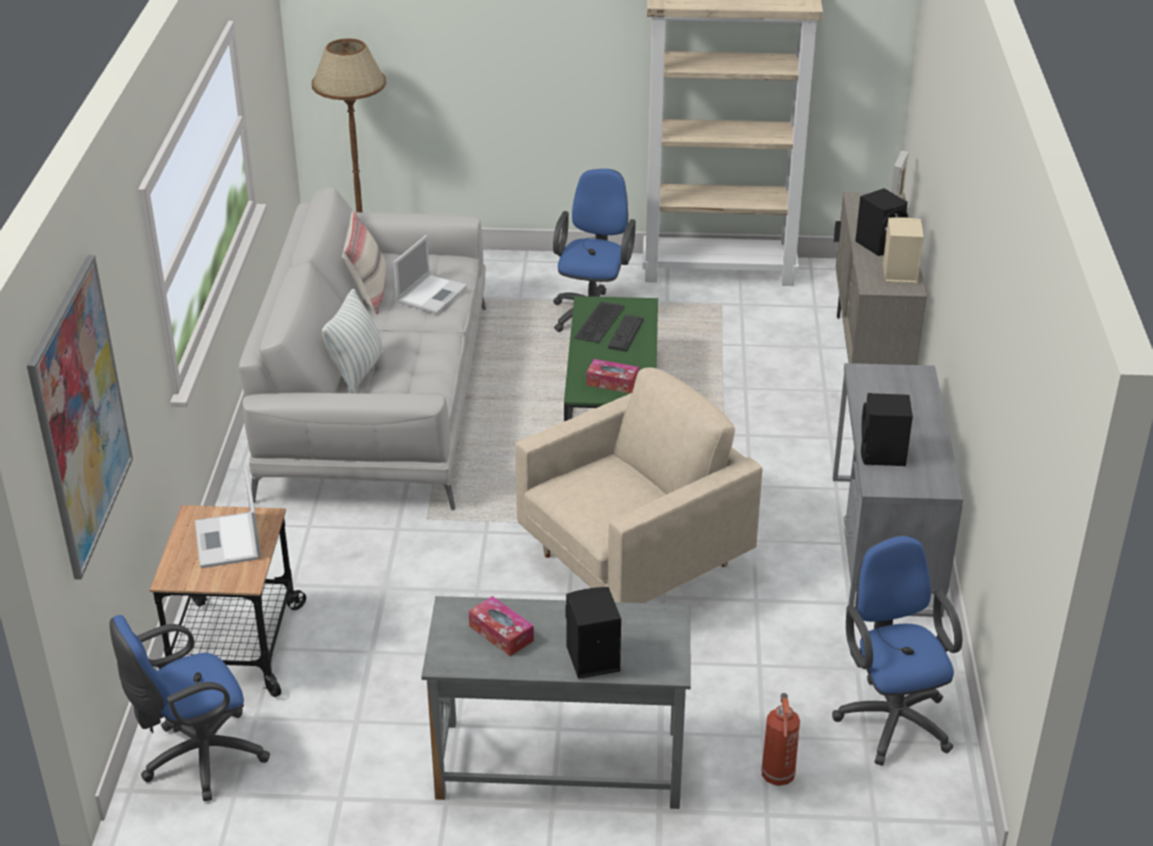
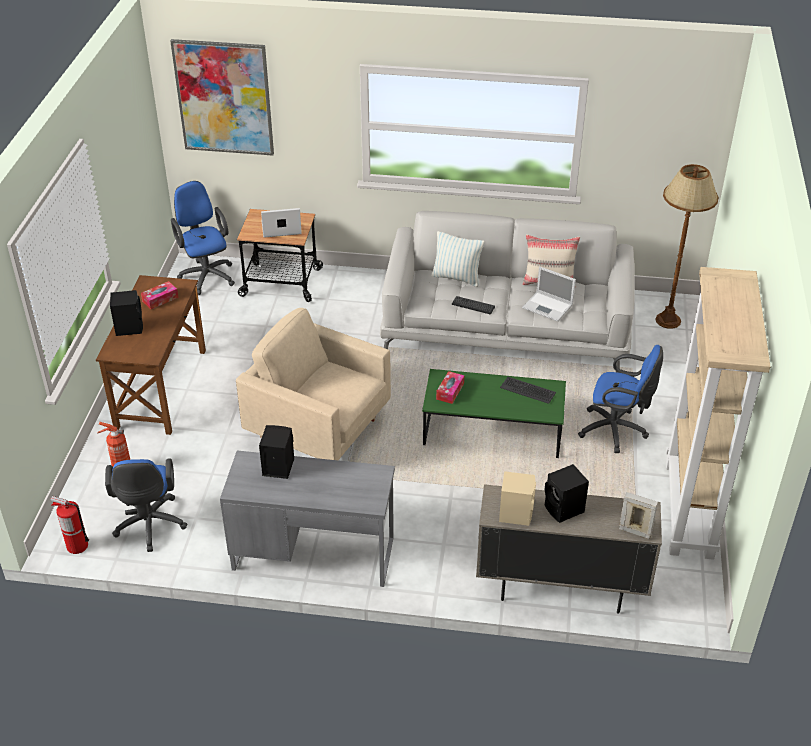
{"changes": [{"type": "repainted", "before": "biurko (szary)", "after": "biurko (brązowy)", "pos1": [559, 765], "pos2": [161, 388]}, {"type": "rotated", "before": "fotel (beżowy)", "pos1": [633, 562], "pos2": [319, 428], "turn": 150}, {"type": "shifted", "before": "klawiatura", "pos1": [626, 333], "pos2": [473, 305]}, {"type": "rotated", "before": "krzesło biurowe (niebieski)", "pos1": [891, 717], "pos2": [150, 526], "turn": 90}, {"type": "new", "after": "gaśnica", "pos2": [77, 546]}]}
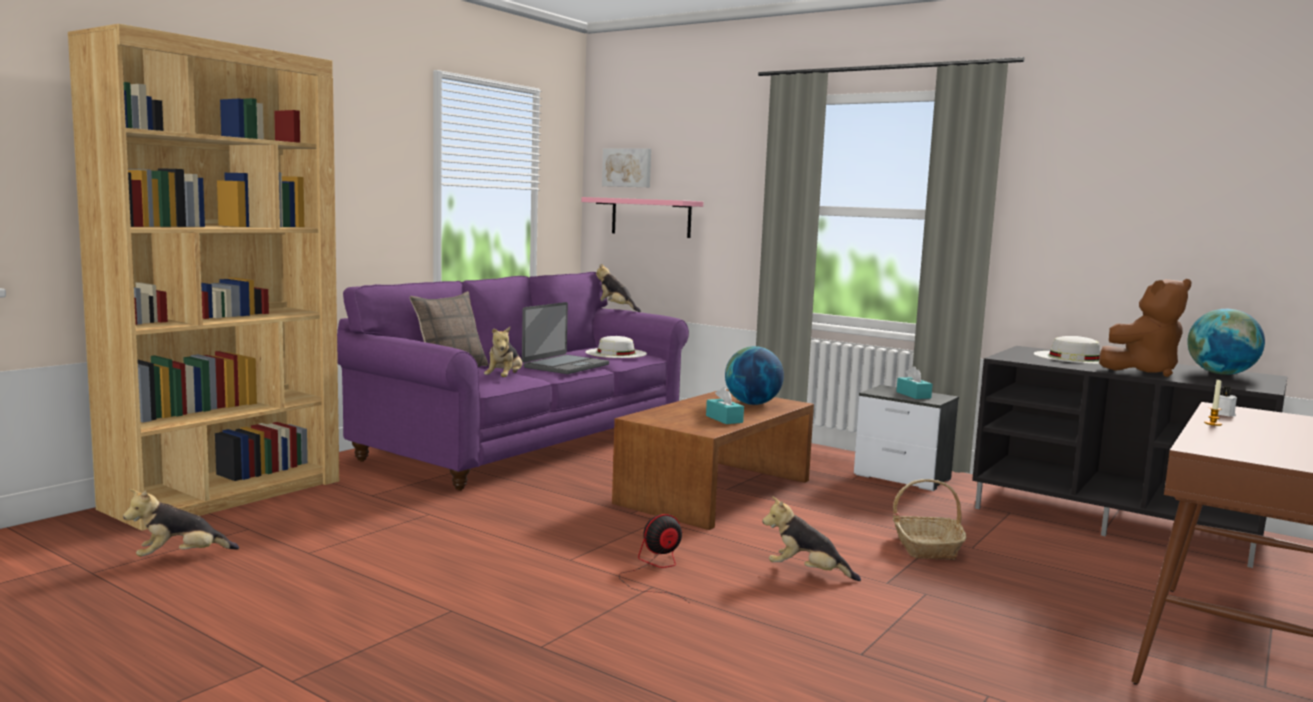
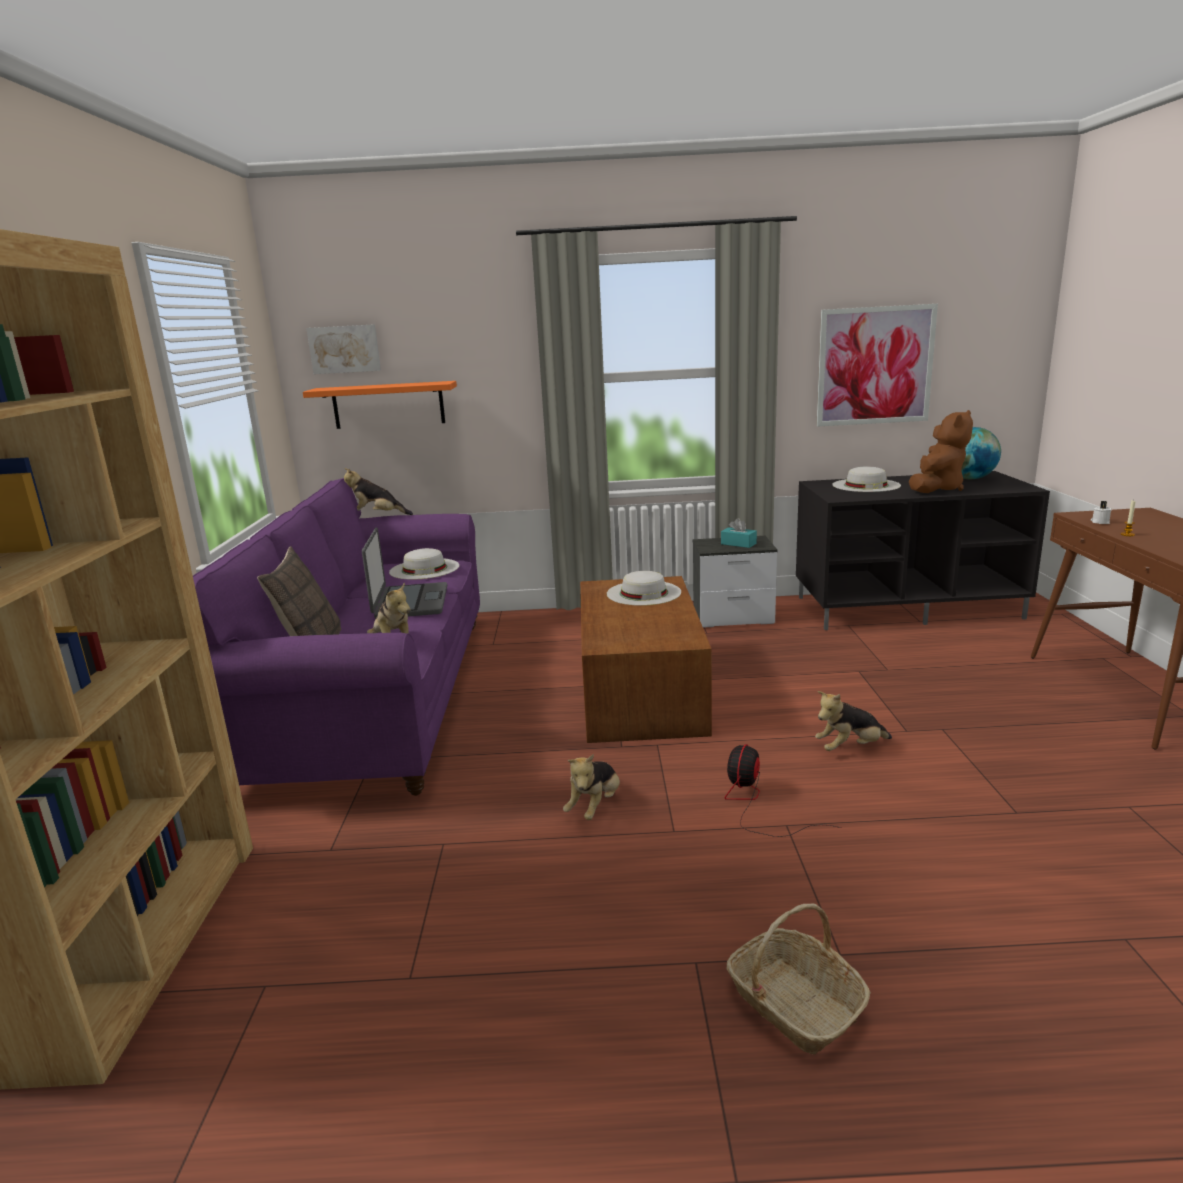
{"changes": [{"type": "shifted", "before": "pluszak", "pos1": [180, 557], "pos2": [595, 806]}, {"type": "repainted", "before": "półka (różowy)", "after": "półka (pomarańczowy)", "pos1": [651, 217], "pos2": [388, 405]}, {"type": "gone", "before": "pudełko chusteczek (turkusowy)", "pos1": [724, 419]}, {"type": "swapped", "before": "globus", "after": "kapelusz (biały)", "pos1": [752, 404], "pos2": [643, 593]}, {"type": "shifted", "before": "koszyk", "pos1": [926, 547], "pos2": [794, 1003]}, {"type": "new", "after": "obraz", "pos2": [875, 366]}]}
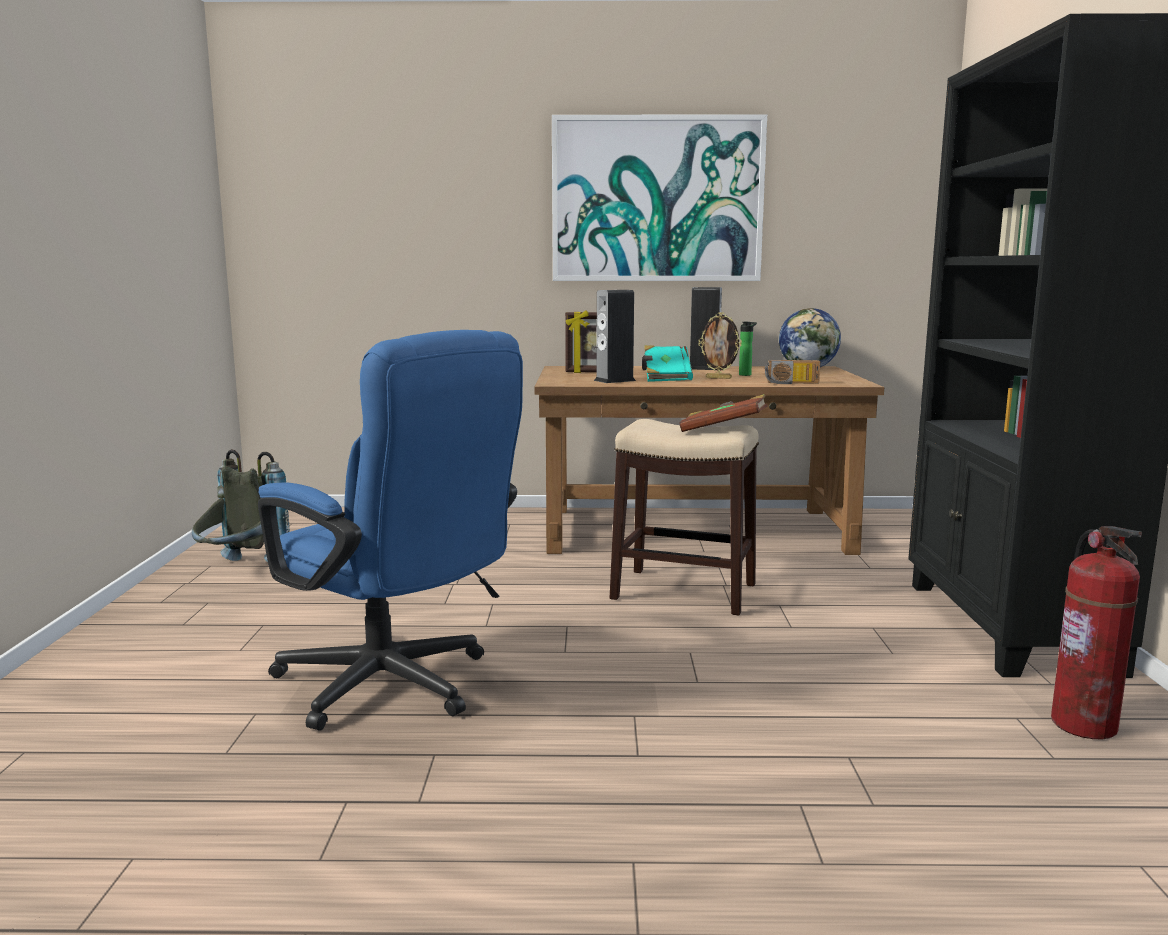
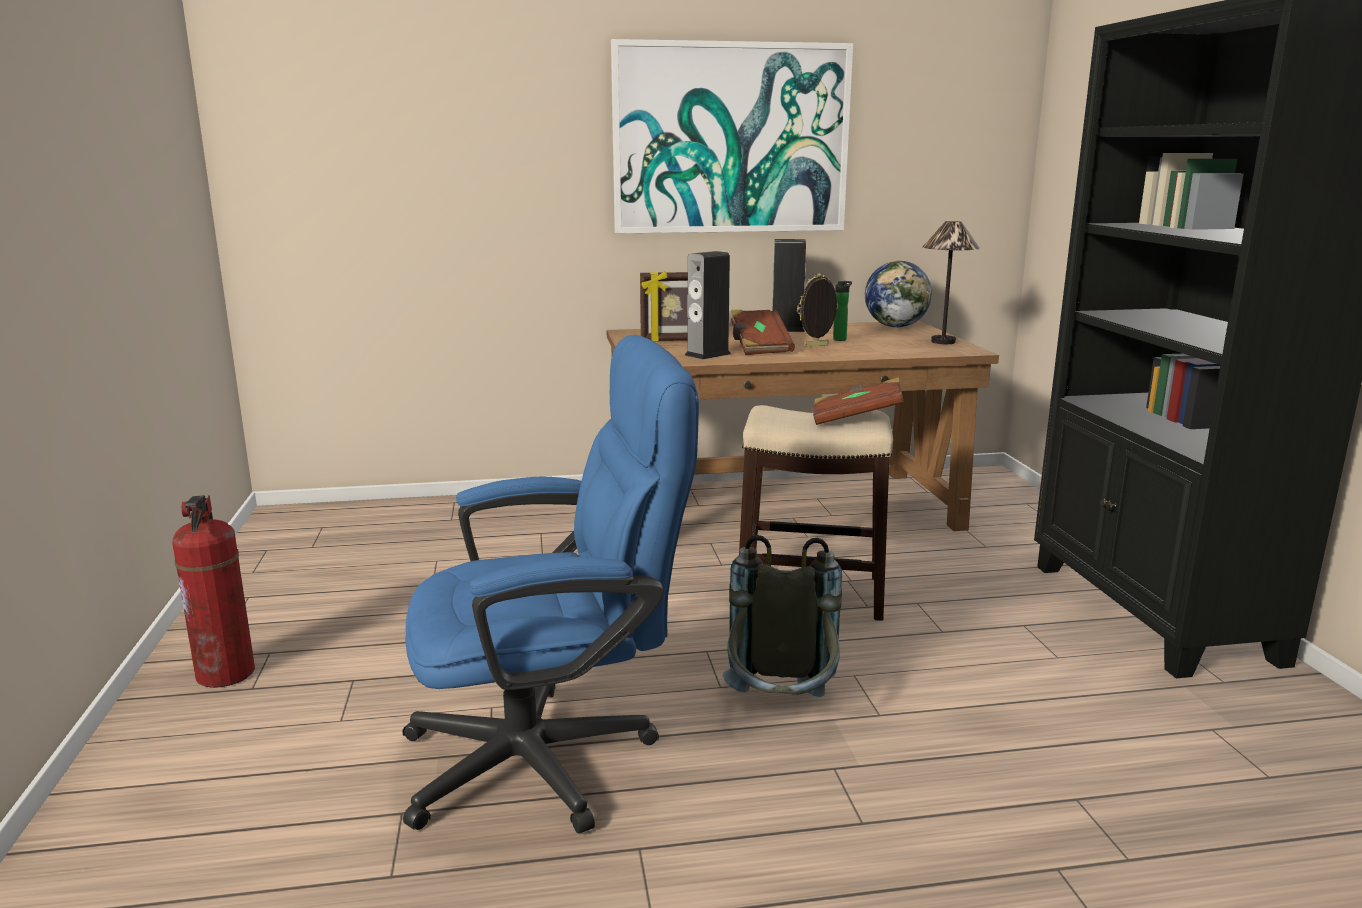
{"changes": [{"type": "shifted", "before": "plecak (szary)", "pos1": [241, 570], "pos2": [781, 711]}, {"type": "rotated", "before": "krzesło biurowe (niebieski)", "pos1": [396, 688], "pos2": [553, 757], "turn": -45}, {"type": "repainted", "before": "książka (turkusowy)", "after": "książka (brązowy)", "pos1": [665, 378], "pos2": [759, 347]}, {"type": "rotated", "before": "ramka na zdjęcie", "pos1": [719, 378], "pos2": [816, 346], "turn": 150}, {"type": "gone", "before": "radio", "pos1": [791, 383]}, {"type": "shifted", "before": "gaśnica", "pos1": [1083, 725], "pos2": [226, 674]}, {"type": "new", "after": "lampa stołowa", "pos2": [942, 342]}]}
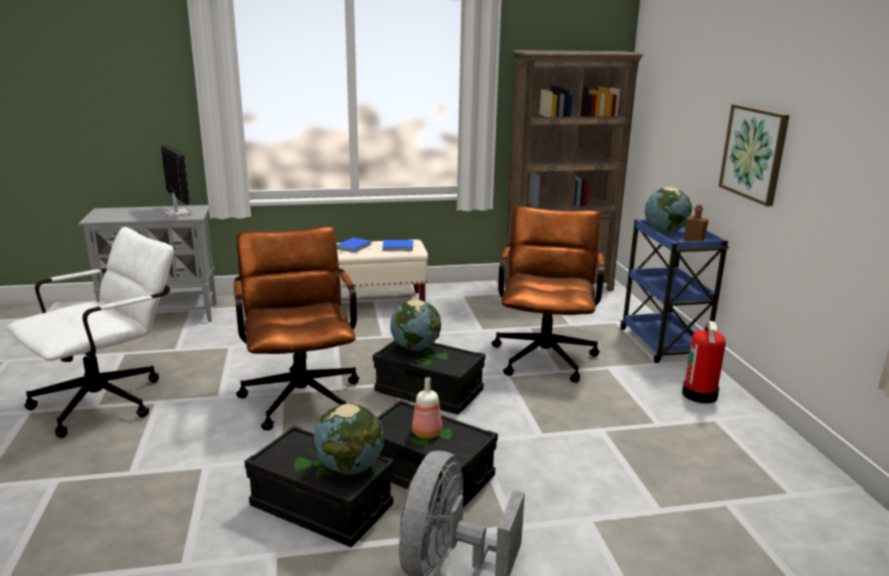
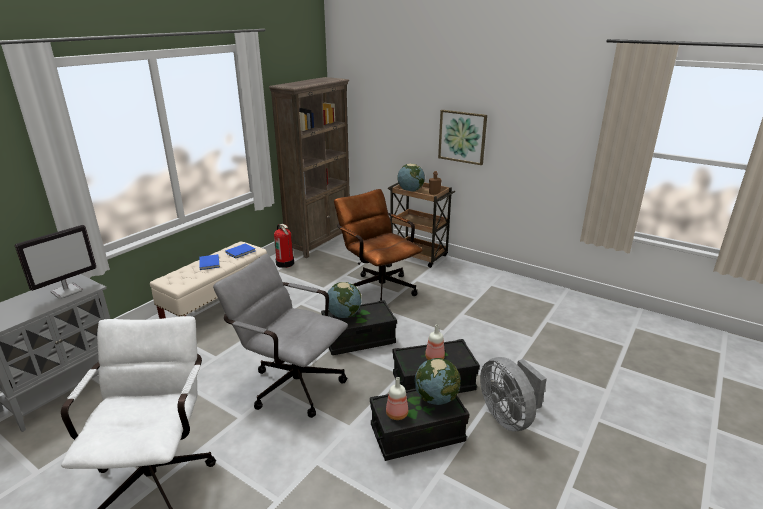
{"changes": [{"type": "rotated", "before": "monitor", "pos1": [177, 213], "pos2": [67, 291], "turn": 120}, {"type": "repainted", "before": "krzesło biurowe (brązowy)", "after": "krzesło biurowe (szary)", "pos1": [301, 393], "pos2": [290, 383]}, {"type": "repainted", "before": "wózek (niebieski)", "after": "wózek (brązowy)", "pos1": [663, 345], "pos2": [418, 256]}, {"type": "shifted", "before": "gaśnica", "pos1": [700, 395], "pos2": [285, 263]}, {"type": "new", "after": "butelka", "pos2": [396, 414]}]}
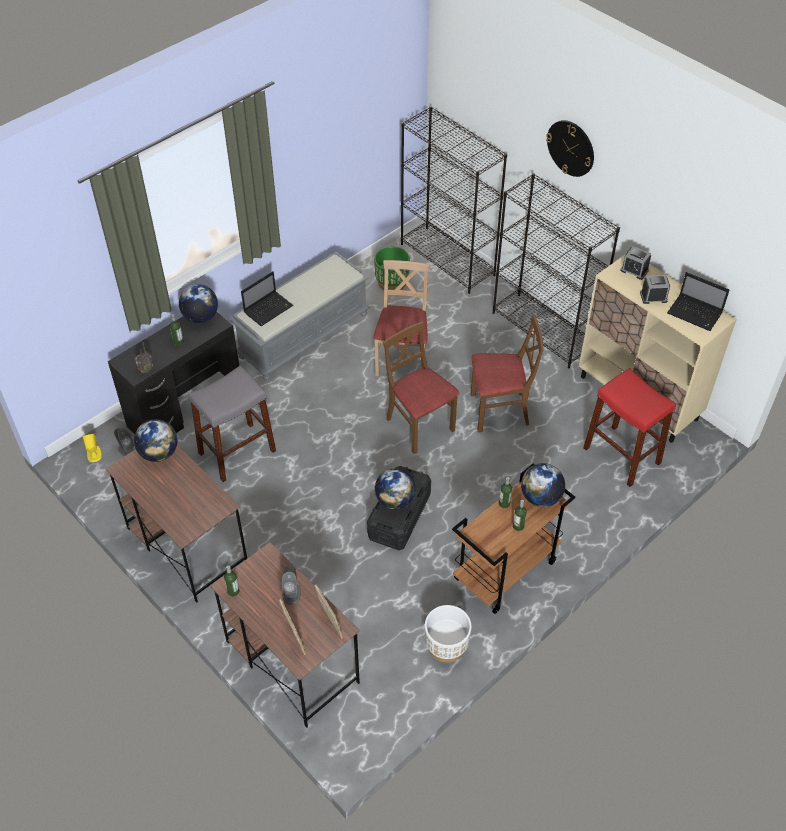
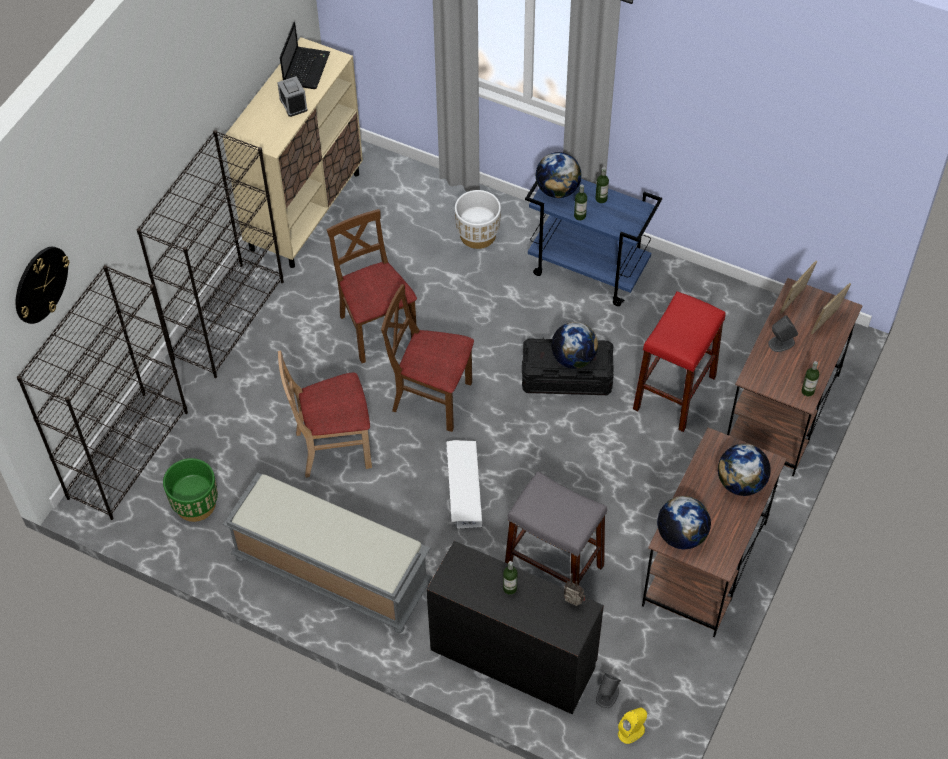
{"changes": [{"type": "shifted", "before": "globus", "pos1": [200, 317], "pos2": [741, 483]}, {"type": "gone", "before": "laptop", "pos1": [269, 309]}, {"type": "rotated", "before": "krzesło (brązowy)", "pos1": [419, 426], "pos2": [432, 398], "turn": 75}, {"type": "shifted", "before": "donica (biały)", "pos1": [446, 646], "pos2": [477, 235]}, {"type": "repainted", "before": "wózek (brązowy)", "after": "wózek (niebieski)", "pos1": [505, 572], "pos2": [589, 270]}, {"type": "shifted", "before": "zegar ścienny", "pos1": [571, 148], "pos2": [40, 284]}, {"type": "shifted", "before": "stołek (czerwony)", "pos1": [622, 455], "pos2": [674, 392]}, {"type": "gone", "before": "budzik", "pos1": [634, 270]}, {"type": "new", "after": "pojemnik do przechowywania (biały)", "pos2": [463, 487]}]}
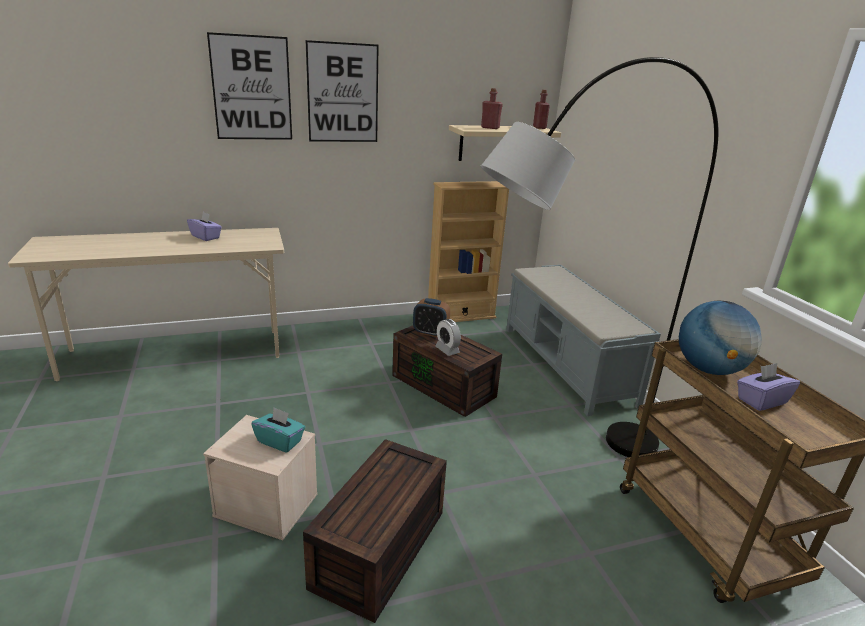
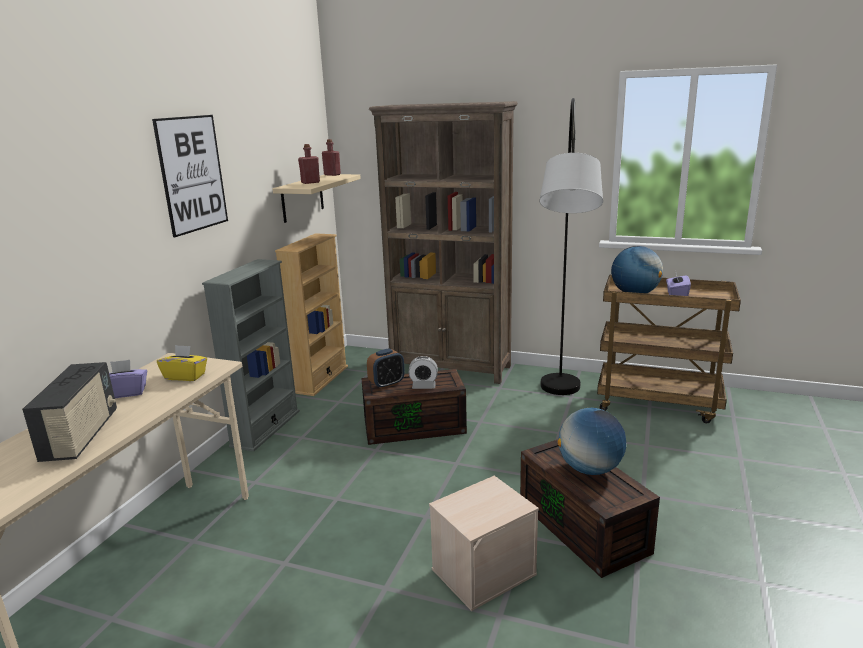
{"changes": [{"type": "gone", "before": "obraz", "pos1": [251, 88]}, {"type": "gone", "before": "pudełko chusteczek (turkusowy)", "pos1": [280, 441]}, {"type": "swapped", "before": "ławka (szary)", "after": "regał (brązowy)", "pos1": [567, 365], "pos2": [451, 368]}, {"type": "new", "after": "radio", "pos2": [82, 436]}, {"type": "new", "after": "pudełko chusteczek (żółty)", "pos2": [185, 376]}, {"type": "new", "after": "regał (szary)", "pos2": [265, 428]}, {"type": "new", "after": "globus", "pos2": [590, 469]}]}
